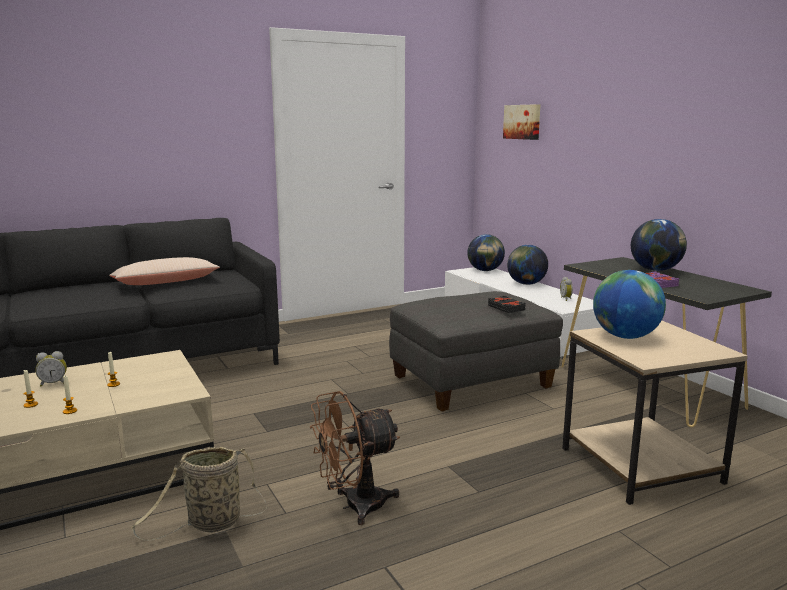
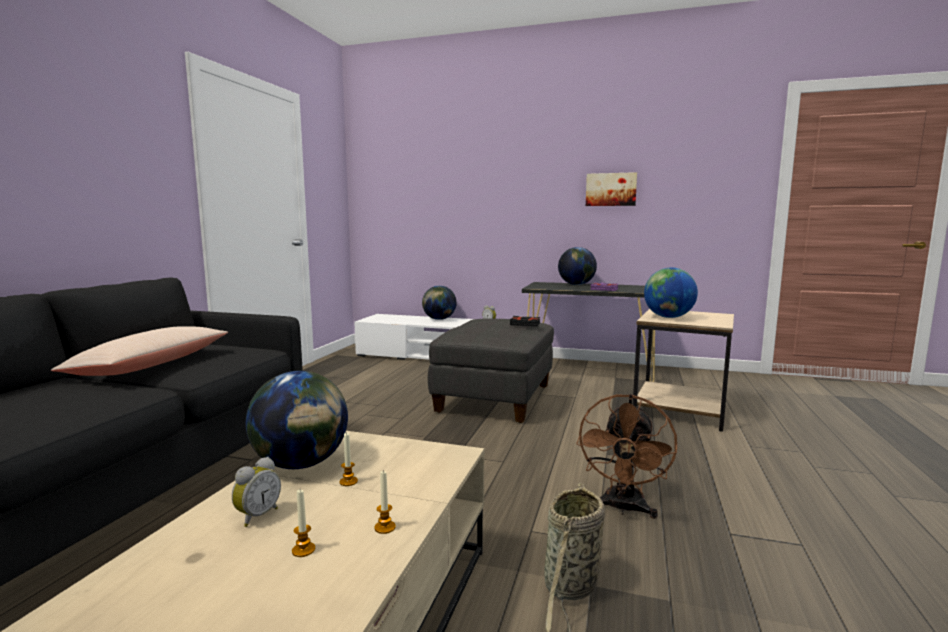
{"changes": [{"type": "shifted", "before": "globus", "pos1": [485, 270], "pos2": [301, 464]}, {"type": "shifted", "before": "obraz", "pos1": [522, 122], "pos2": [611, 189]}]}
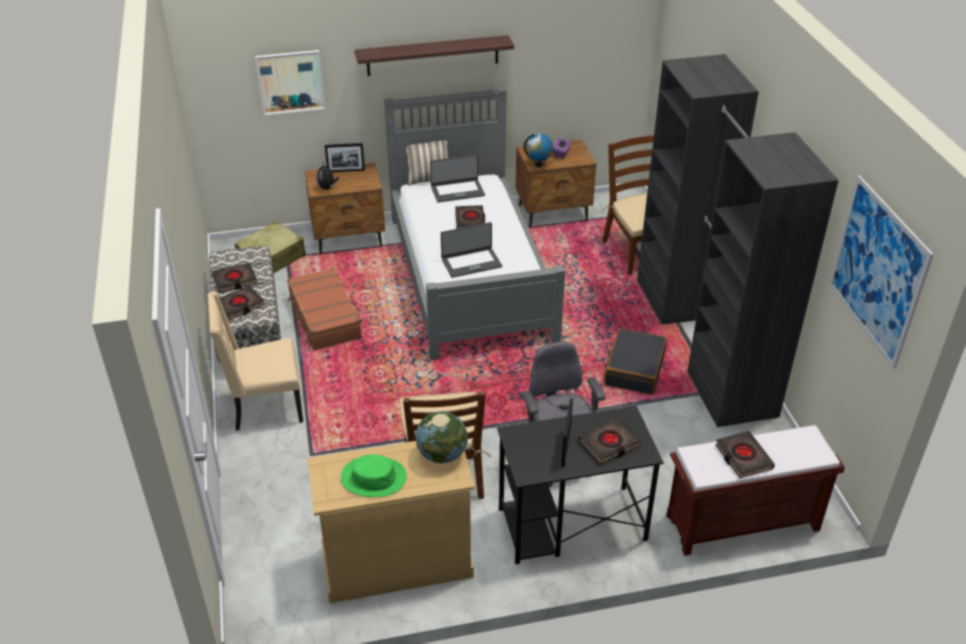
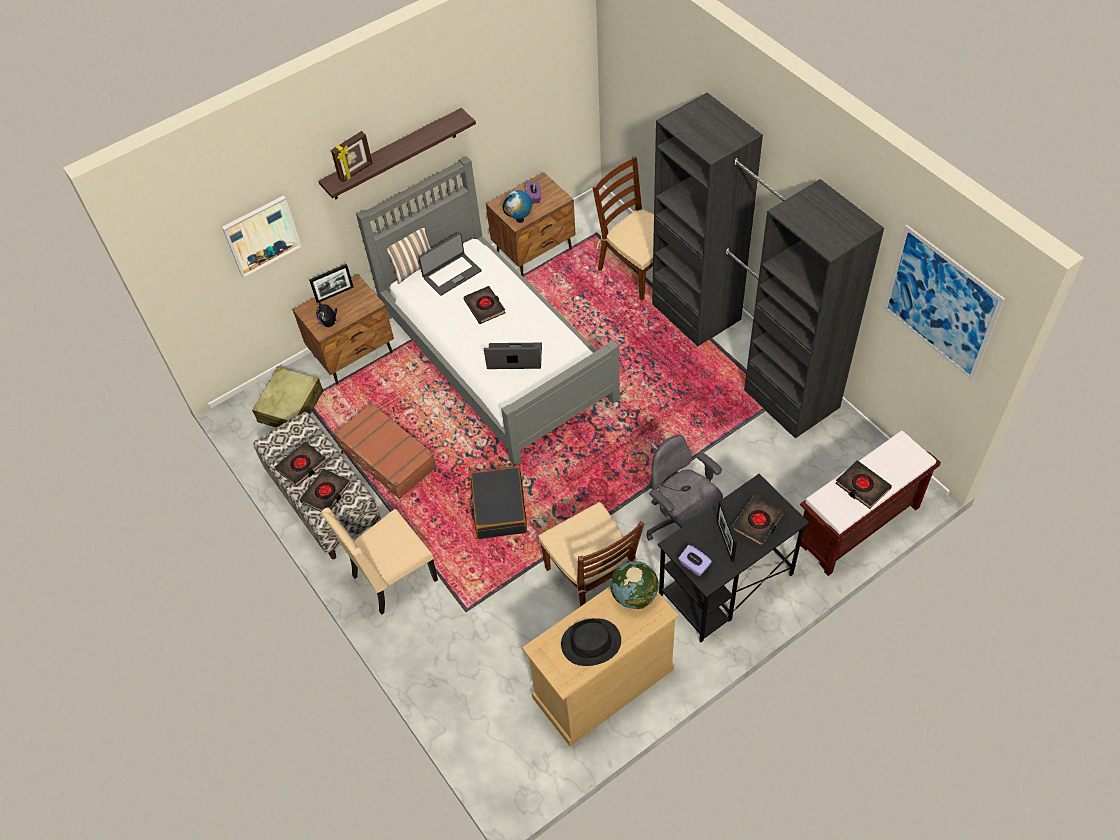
{"changes": [{"type": "repainted", "before": "kapelusz (zielony)", "after": "kapelusz (czarny)", "pos1": [373, 477], "pos2": [591, 642]}, {"type": "rotated", "before": "laptop", "pos1": [471, 262], "pos2": [514, 358], "turn": -135}, {"type": "shifted", "before": "walizka (czarny)", "pos1": [634, 369], "pos2": [499, 509]}, {"type": "new", "after": "ramka na zdjęcie", "pos2": [356, 172]}, {"type": "new", "after": "pudełko chusteczek (fioletowy)", "pos2": [694, 566]}]}
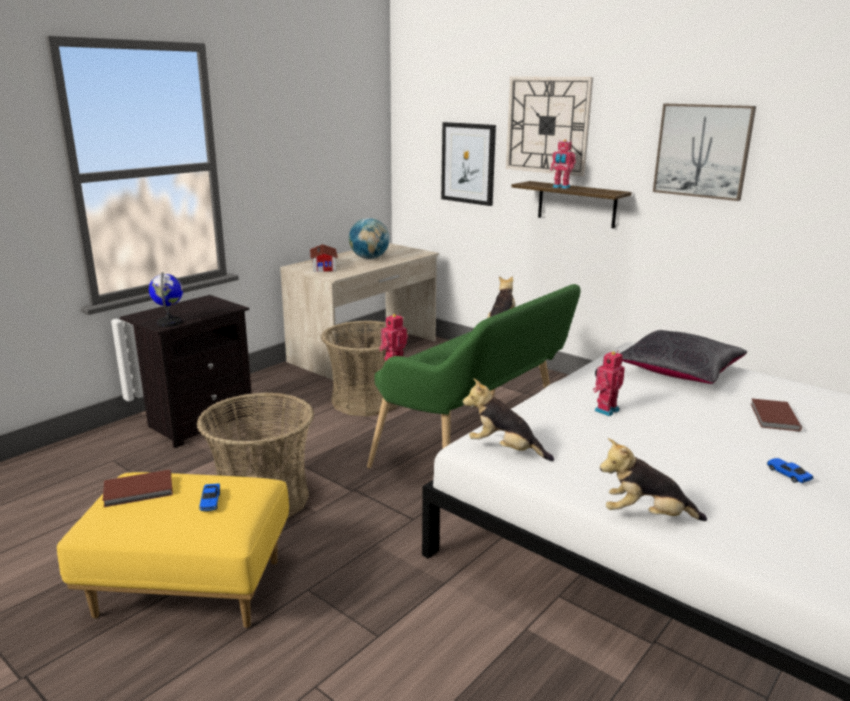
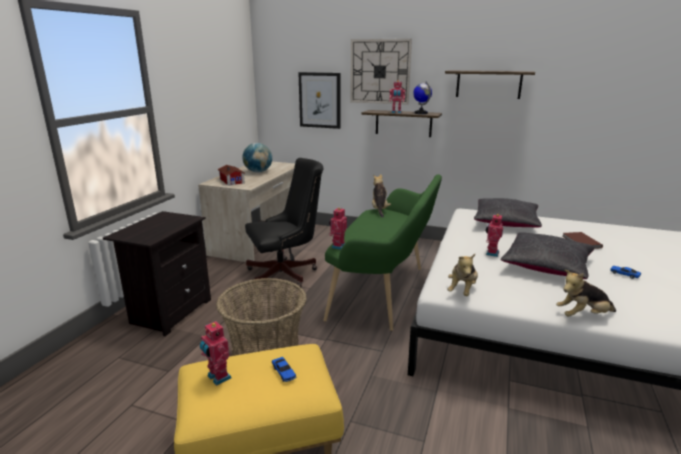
{"changes": [{"type": "swapped", "before": "książka (brązowy)", "after": "robot zabawkowy", "pos1": [139, 491], "pos2": [217, 377]}, {"type": "shifted", "before": "globus", "pos1": [169, 323], "pos2": [421, 113]}, {"type": "swapped", "before": "koszyk", "after": "krzesło biurowe (czarny)", "pos1": [366, 401], "pos2": [286, 274]}, {"type": "rotated", "before": "pluszak", "pos1": [505, 450], "pos2": [462, 290], "turn": -75}, {"type": "swapped", "before": "obraz", "after": "półka", "pos1": [702, 151], "pos2": [488, 84]}, {"type": "new", "after": "poduszka (czarny)", "pos2": [546, 266]}]}
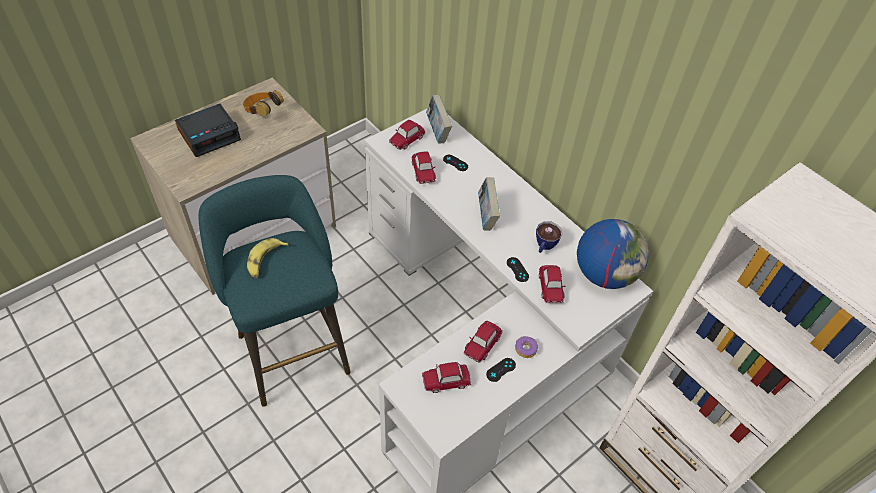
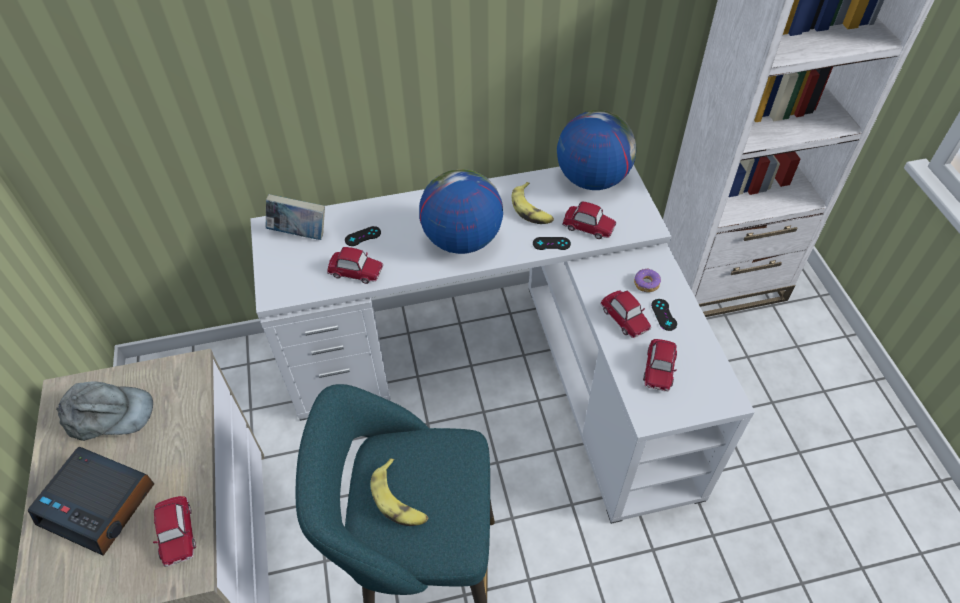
{"changes": [{"type": "rotated", "before": "budzik", "pos1": [209, 135], "pos2": [99, 504], "turn": 120}, {"type": "swapped", "before": "słuchawki", "after": "czapka z daszkiem (szary)", "pos1": [263, 112], "pos2": [108, 414]}, {"type": "shifted", "before": "samochodzik", "pos1": [406, 139], "pos2": [177, 533]}, {"type": "swapped", "before": "książka", "after": "globus", "pos1": [486, 216], "pos2": [461, 240]}, {"type": "swapped", "before": "filiżanka", "after": "banan", "pos1": [544, 246], "pos2": [532, 209]}]}
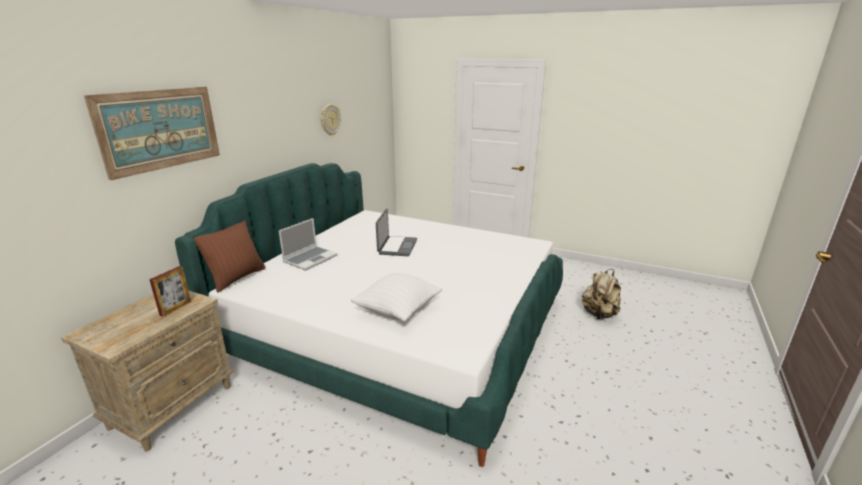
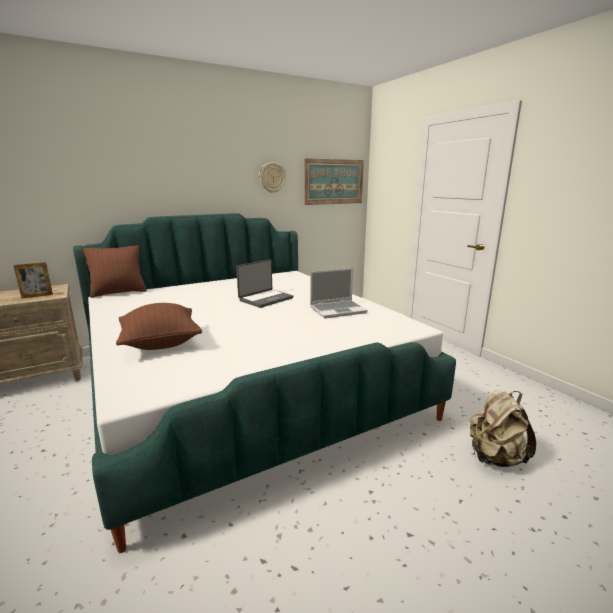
{"changes": [{"type": "shifted", "before": "obraz", "pos1": [160, 129], "pos2": [334, 182]}, {"type": "shifted", "before": "laptop", "pos1": [310, 258], "pos2": [338, 310]}, {"type": "repainted", "before": "poduszka (biały)", "after": "poduszka (brązowy)", "pos1": [398, 311], "pos2": [161, 344]}]}
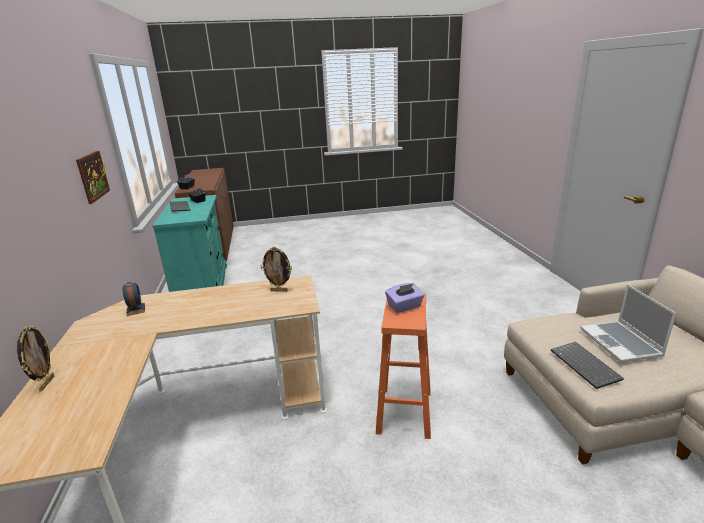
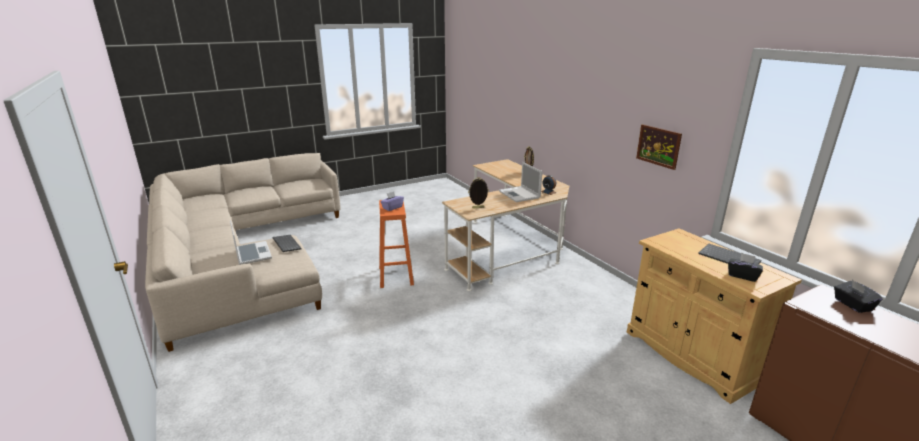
{"changes": [{"type": "repainted", "before": "szafka (turkusowy)", "after": "szafka (beżowy)", "pos1": [202, 286], "pos2": [691, 355]}, {"type": "new", "after": "laptop", "pos2": [519, 194]}]}
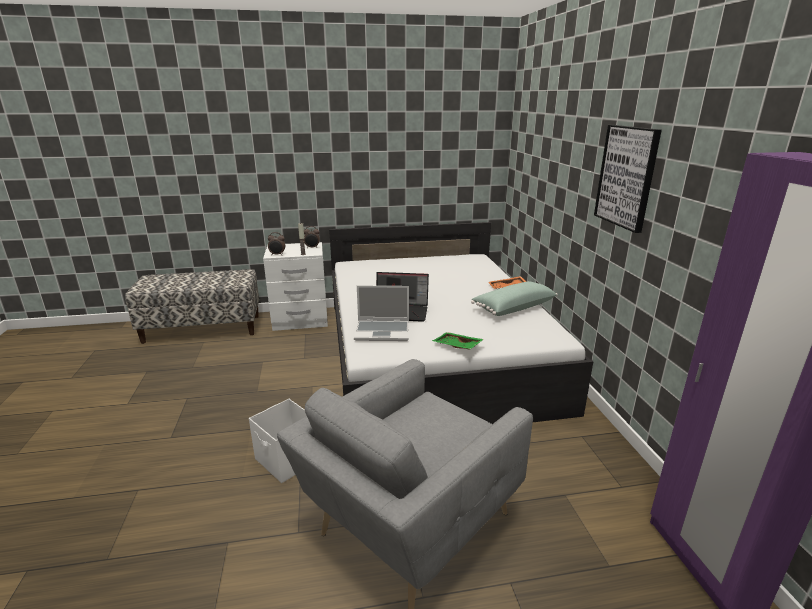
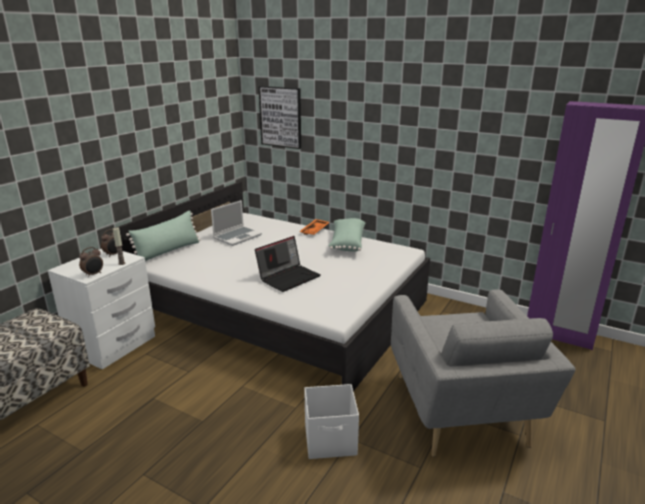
{"changes": [{"type": "shifted", "before": "laptop", "pos1": [383, 331], "pos2": [237, 236]}, {"type": "gone", "before": "taca (zielony)", "pos1": [457, 346]}, {"type": "shifted", "before": "obraz", "pos1": [627, 177], "pos2": [281, 117]}, {"type": "new", "after": "poduszka (zielony)", "pos2": [168, 251]}]}
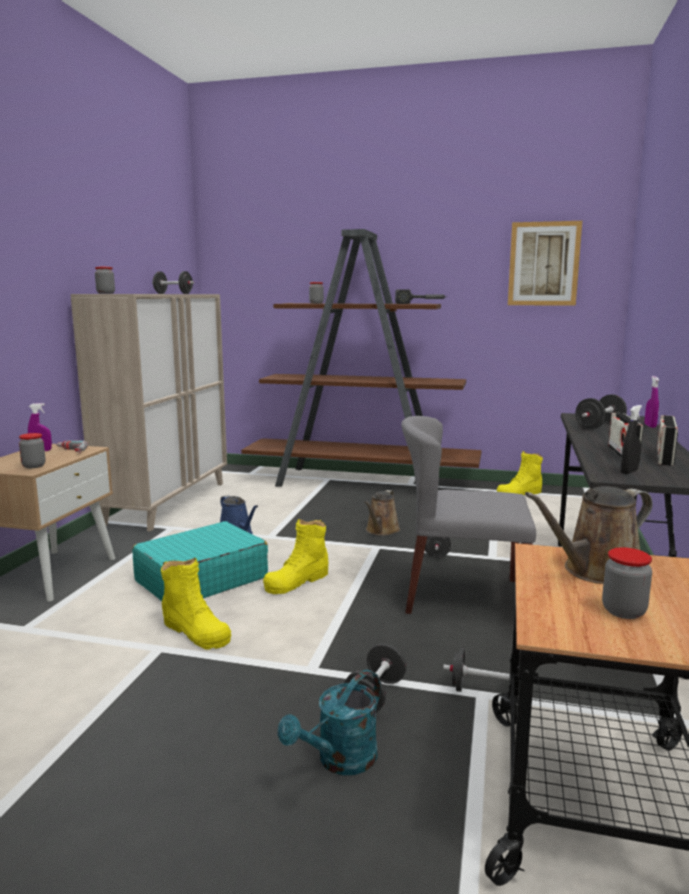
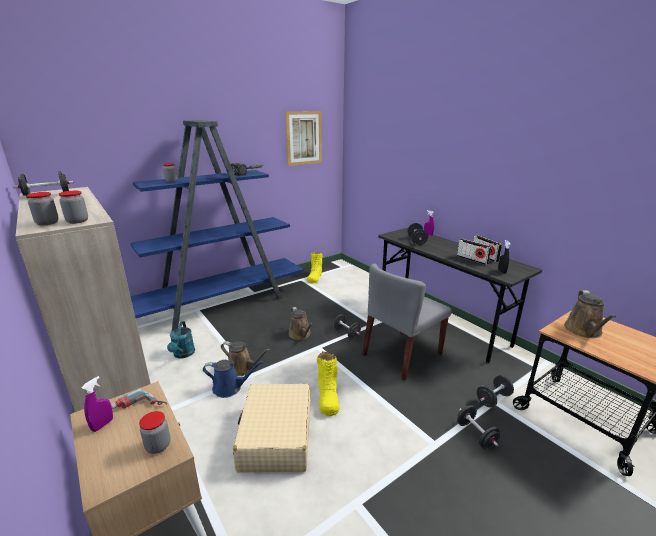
{"changes": [{"type": "repainted", "before": "walizka (turkusowy)", "after": "walizka (beżowy)", "pos1": [201, 579], "pos2": [276, 436]}, {"type": "gone", "before": "but z cholewką (żółty)", "pos1": [196, 632]}, {"type": "repainted", "before": "regał (brązowy)", "after": "regał (niebieski)", "pos1": [361, 482], "pos2": [224, 303]}, {"type": "shifted", "before": "konewka (turkusowy)", "pos1": [339, 761], "pos2": [183, 354]}, {"type": "shifted", "before": "słoik", "pos1": [623, 611], "pos2": [77, 221]}, {"type": "new", "after": "konewka (brązowy)", "pos2": [242, 369]}]}
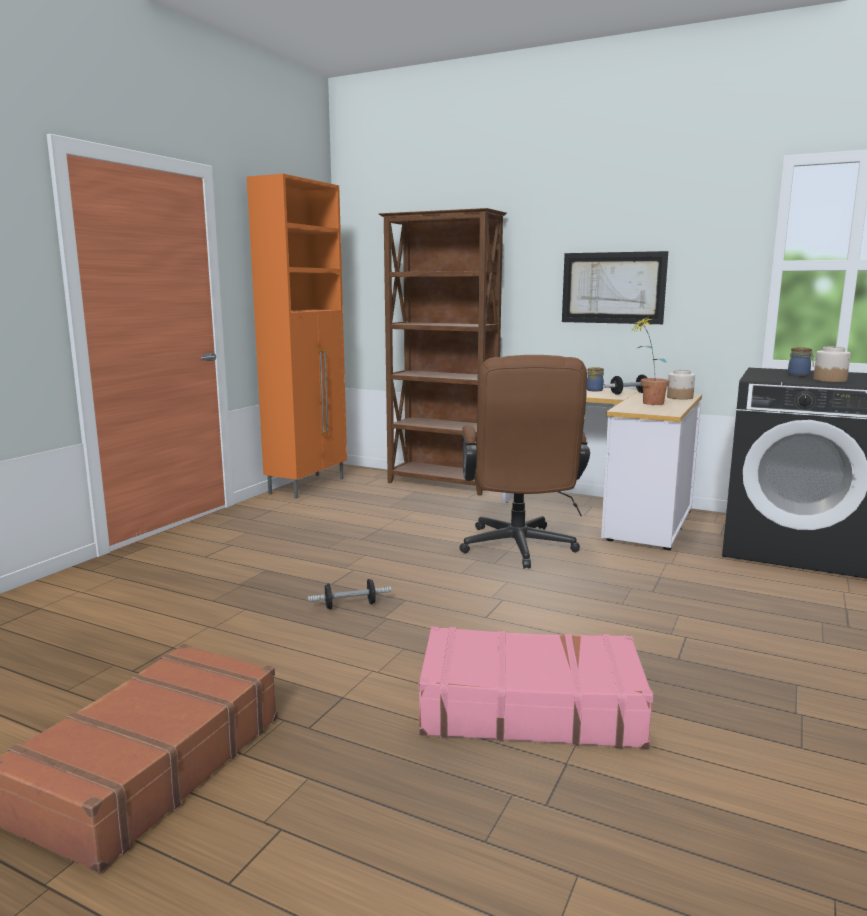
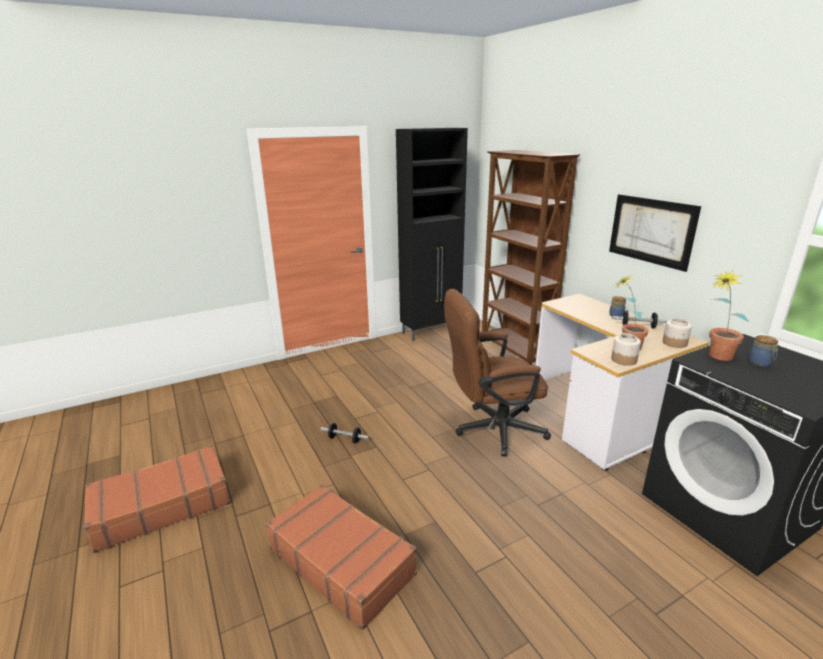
{"changes": [{"type": "repainted", "before": "szafka (pomarańczowy)", "after": "szafka (czarny)", "pos1": [308, 486], "pos2": [431, 331]}, {"type": "repainted", "before": "walizka (różowy)", "after": "walizka (brązowy)", "pos1": [529, 707], "pos2": [341, 560]}, {"type": "rotated", "before": "krzesło biurowe (brązowy)", "pos1": [518, 550], "pos2": [492, 430], "turn": 45}, {"type": "shifted", "before": "słoik", "pos1": [829, 380], "pos2": [624, 360]}, {"type": "new", "after": "roślina doniczkowa", "pos2": [715, 357]}]}
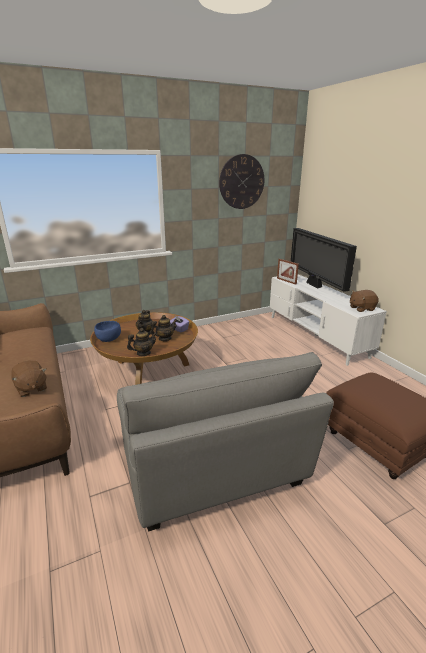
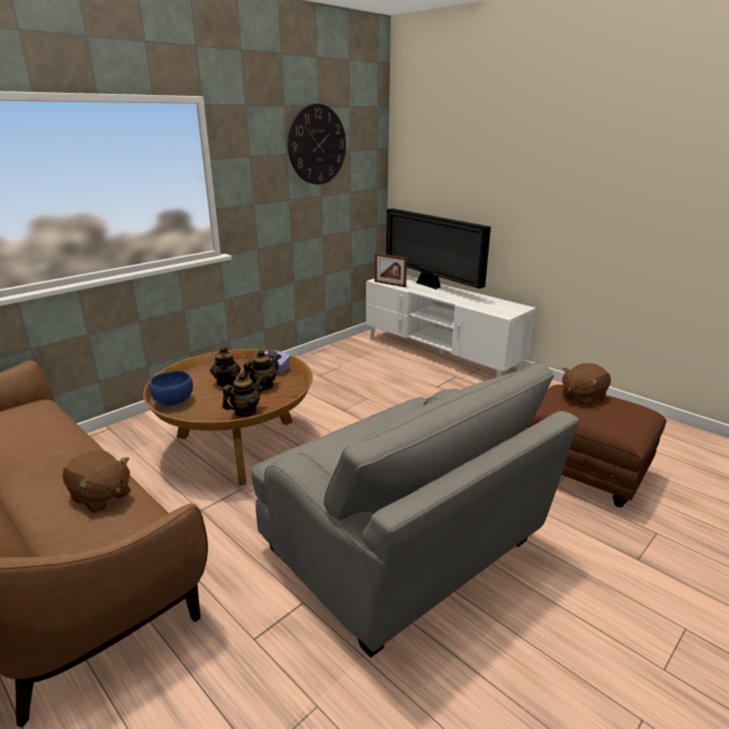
{"changes": [{"type": "shifted", "before": "pluszak (brązowy)", "pos1": [361, 308], "pos2": [582, 397]}]}
